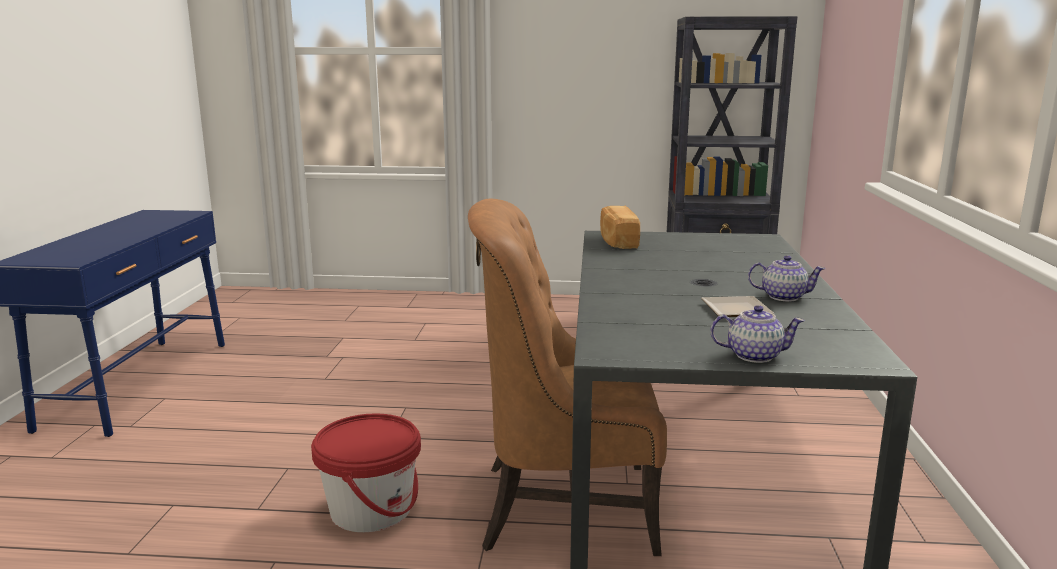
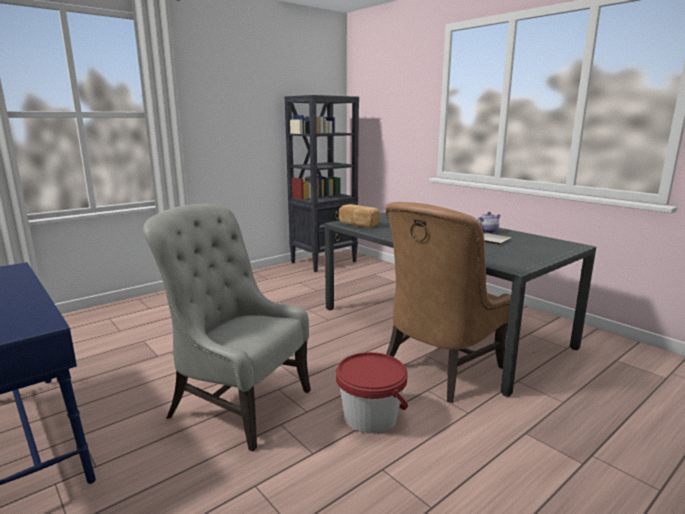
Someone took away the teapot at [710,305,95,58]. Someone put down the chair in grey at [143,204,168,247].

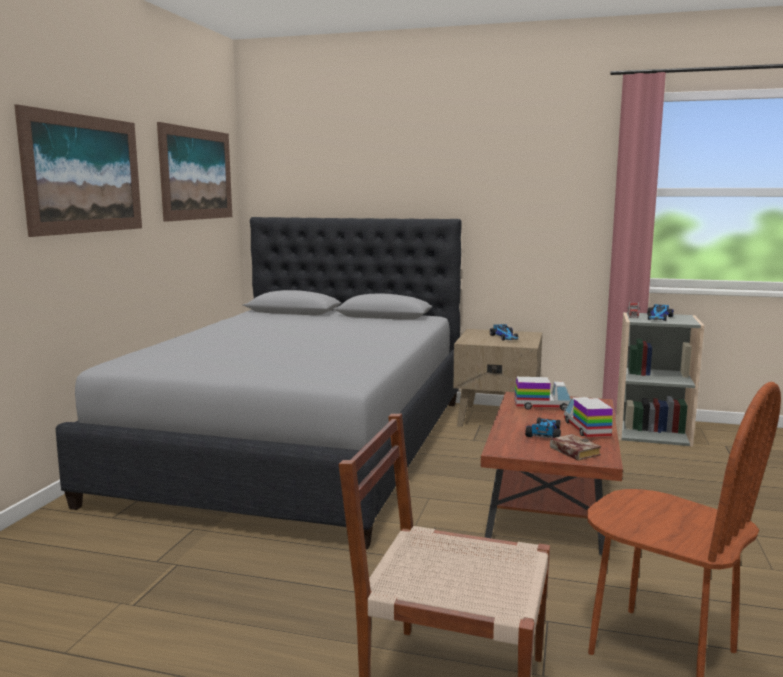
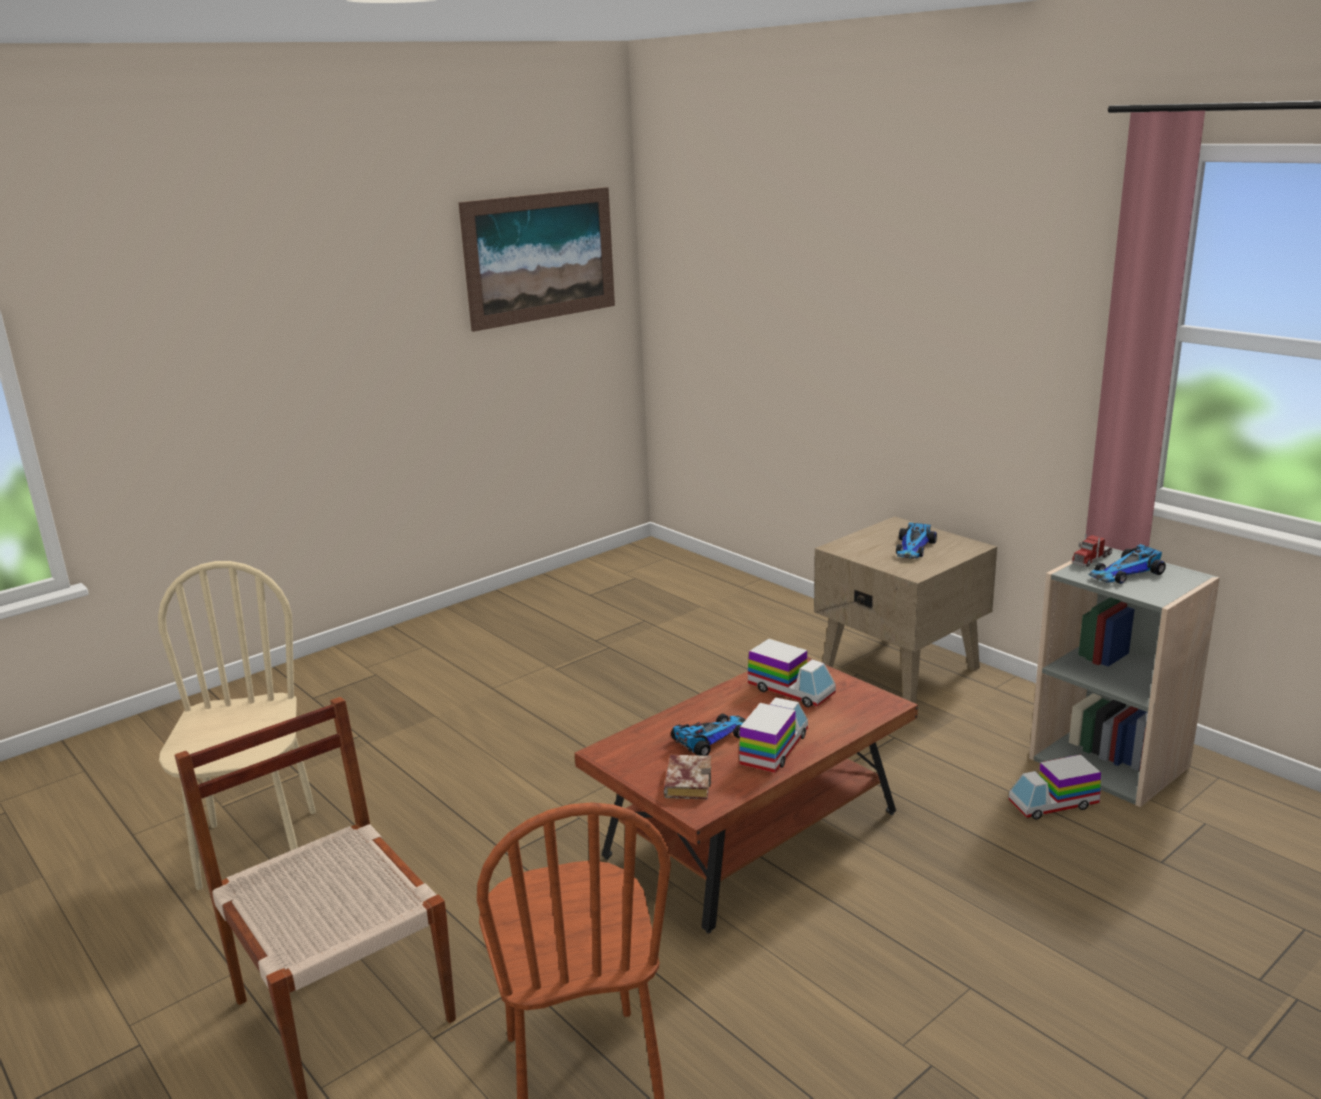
Someone took away the picture at [14,104,128,133]. Someone took away the bed in grey at [55,217,407,332]. Someone put down the chair in beige at [158,561,158,329]. Someone put down the toy truck at [1008,755,93,65].

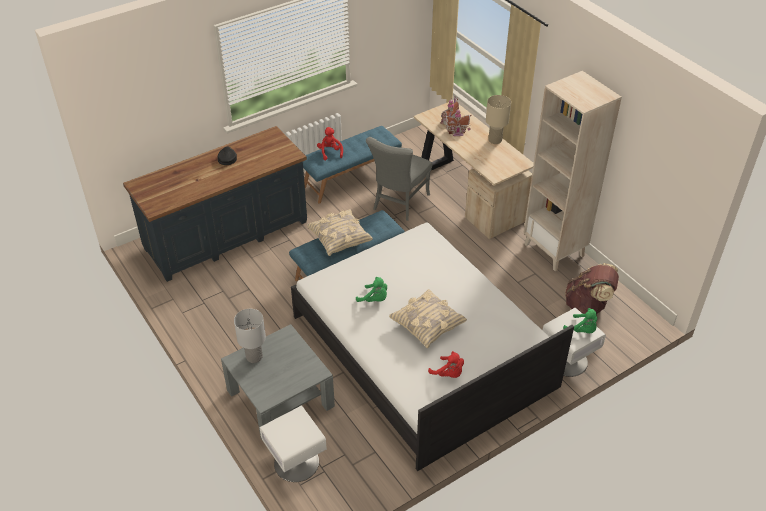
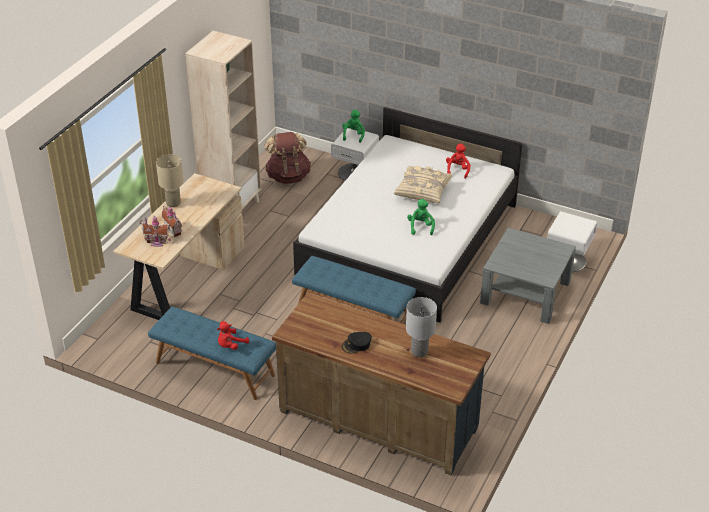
Someone carried the table lamp in grey from [234,309,32,54] to [406,297,31,60]. Someone took away the pillow in beige at [307,209,66,47]. Someone took away the chair in grey at [366,137,66,84].

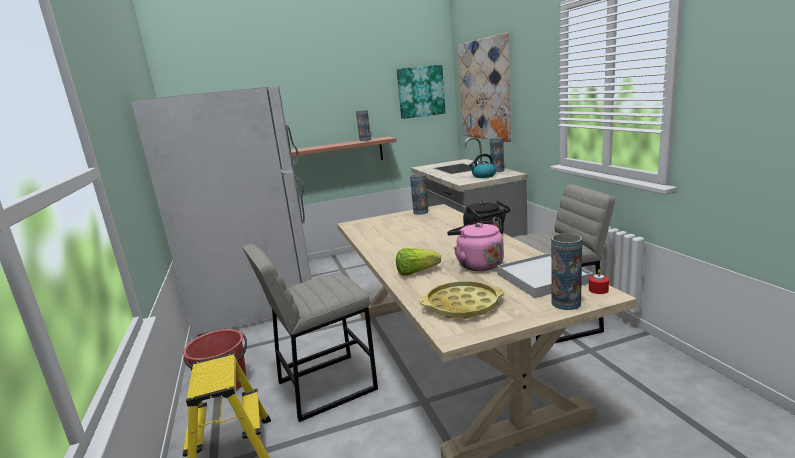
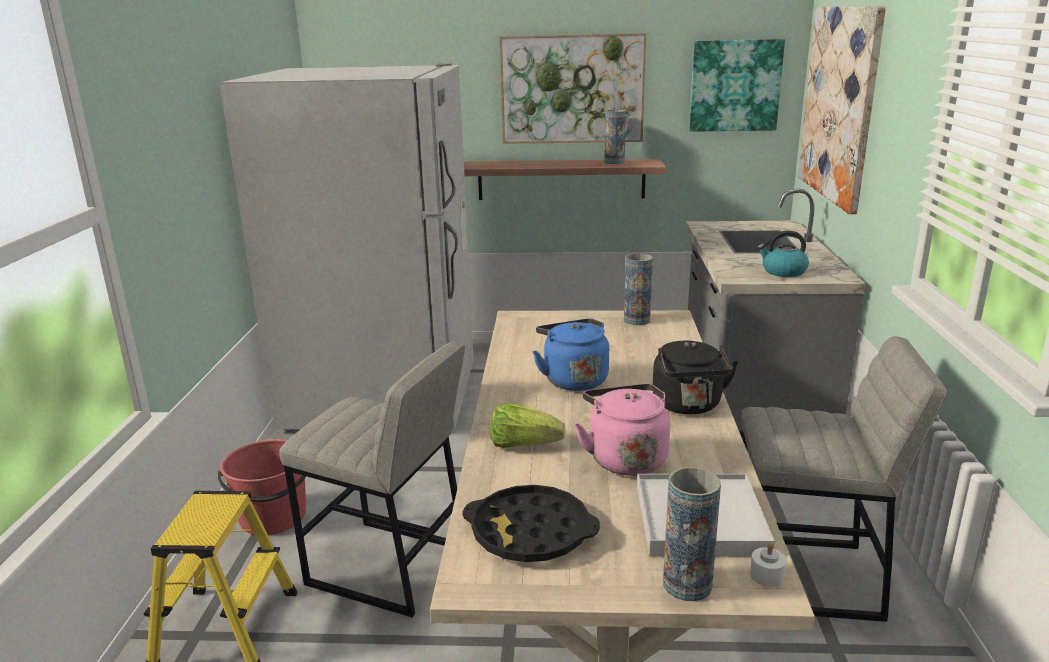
Someone rotated the chair in grey at [242,244,136,178] by 150 degrees counterclockwise. Someone repainted the tray in yellow at [420,281,84,38], which became the tray in black at [463,485,137,77]. Someone took away the vase at [490,137,14,35]. Someone repainted the candle in red at [589,270,20,24], which became the candle in white at [750,543,37,44]. Someone put up the picture at [500,33,146,111]. Someone put down the kettle in blue at [533,318,76,73].

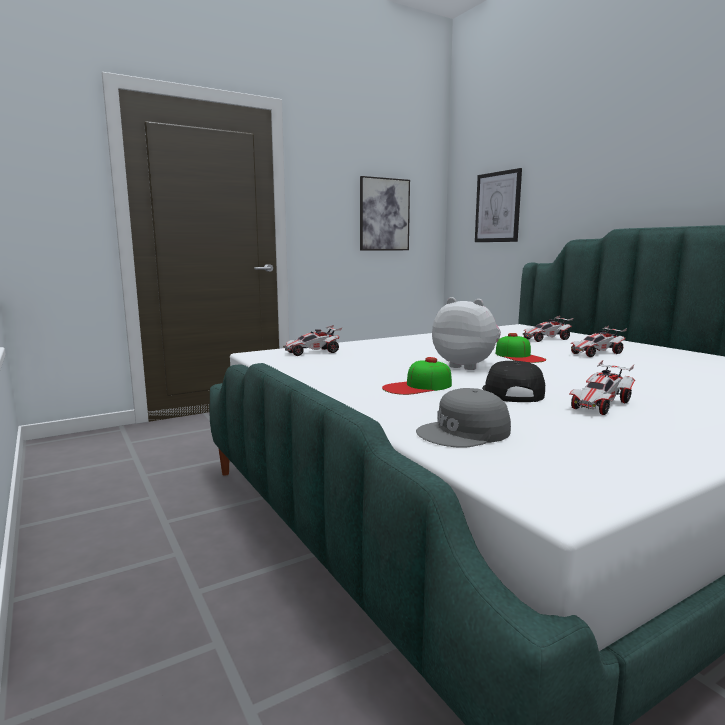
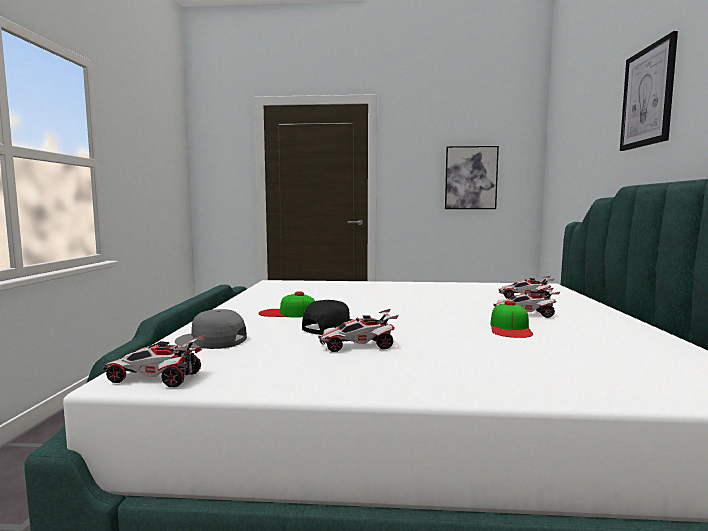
Someone carried the toy car from [283,325,59,31] to [103,335,103,52]. Someone took away the plush toy at [432,297,69,73]. Someone carried the picture from [475,168,47,74] to [620,31,58,120]. Someone carried the cap from [496,333,50,30] to [490,301,43,37].

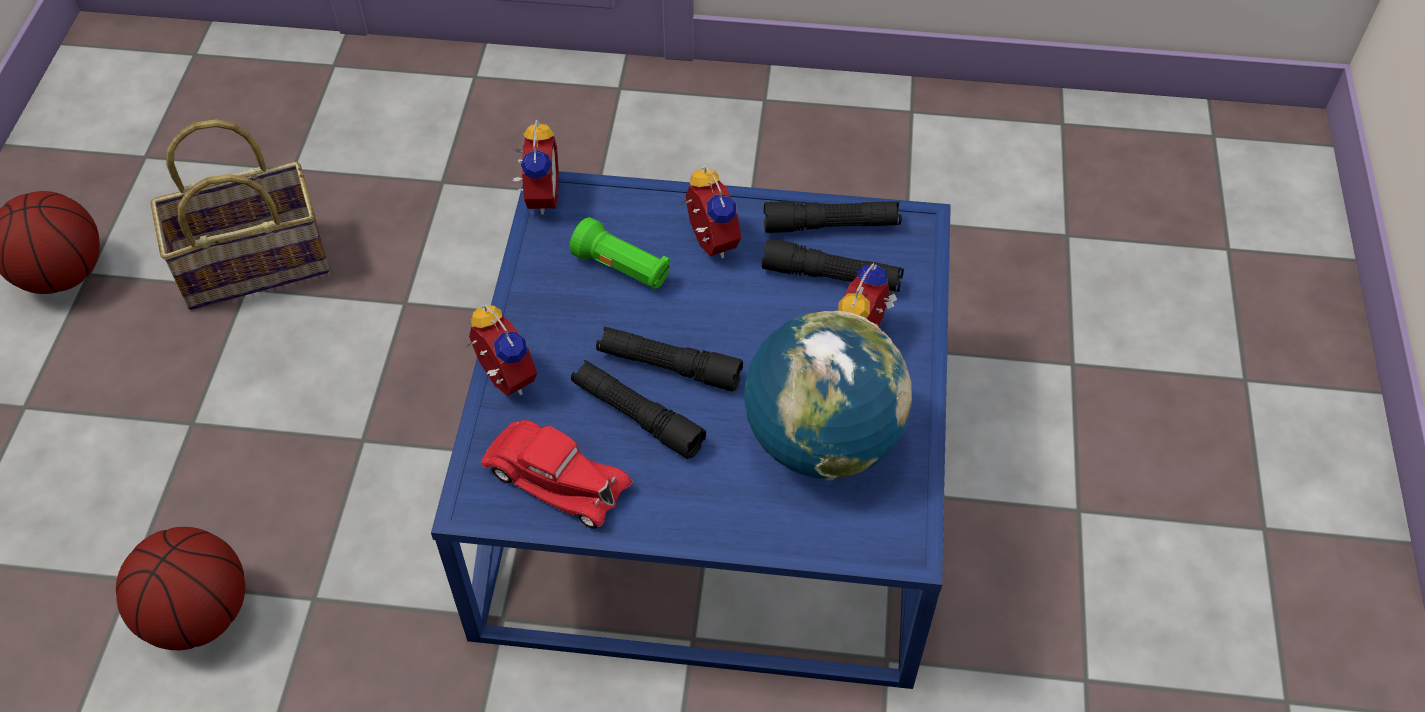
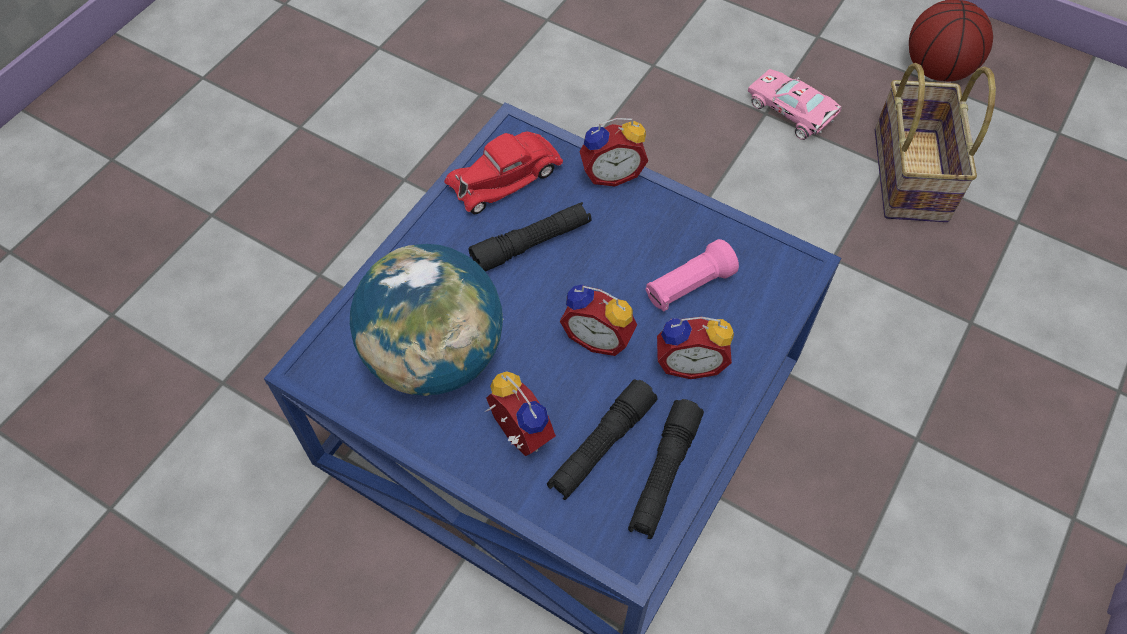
Someone took away the basketball at [116,527,129,123]. Someone carried the alarm clock from [512,120,47,95] to [560,285,77,71]. Someone repainted the flashlight in green at [570,217,99,72], which became the flashlight in pink at [645,239,94,73]. Someone took away the flashlight in black at [596,327,147,65]. Someone put down the toy car in pink at [748,69,94,71].

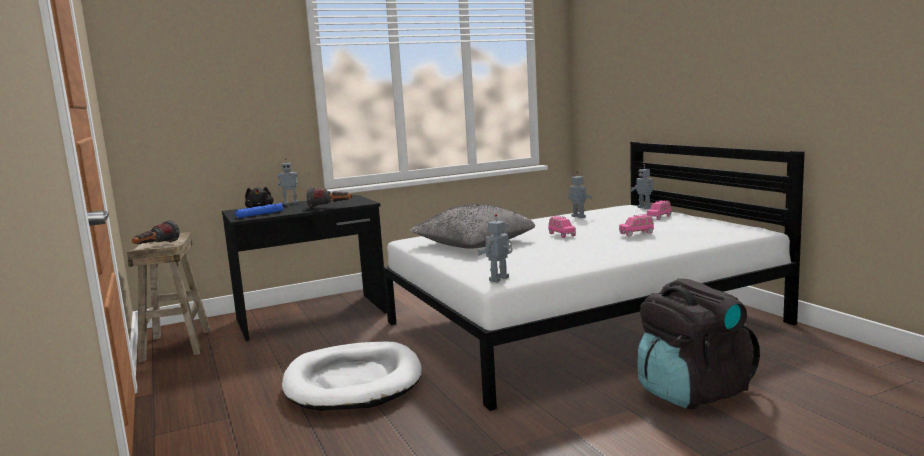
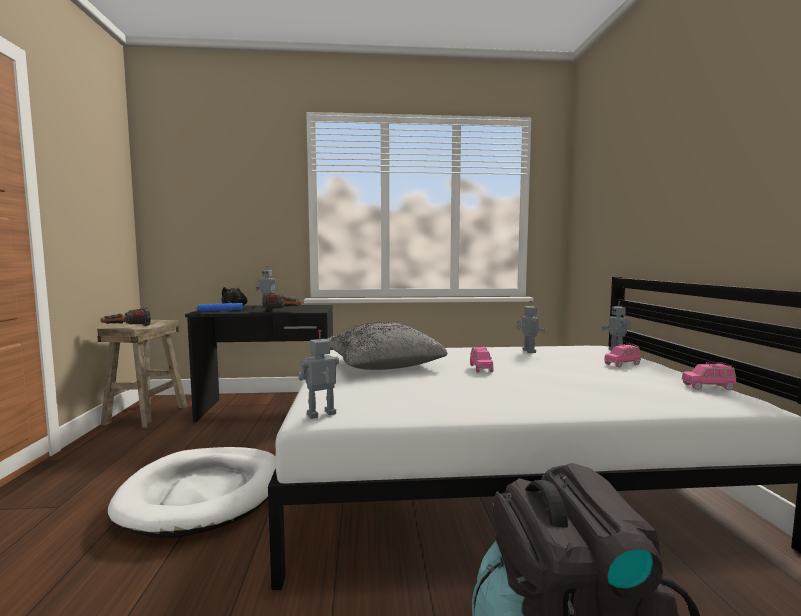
Someone carried the toy car in pink from [619,214,35,22] to [682,363,54,27].

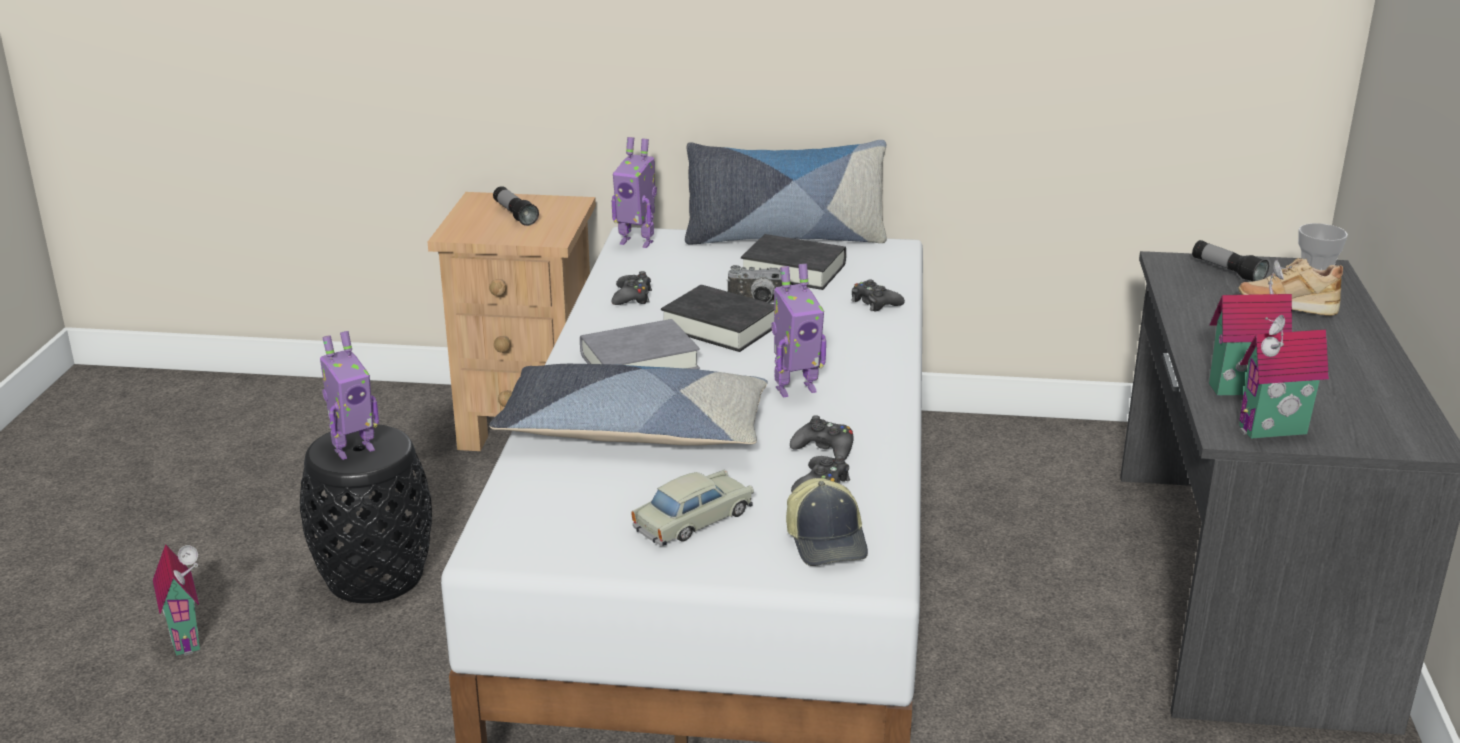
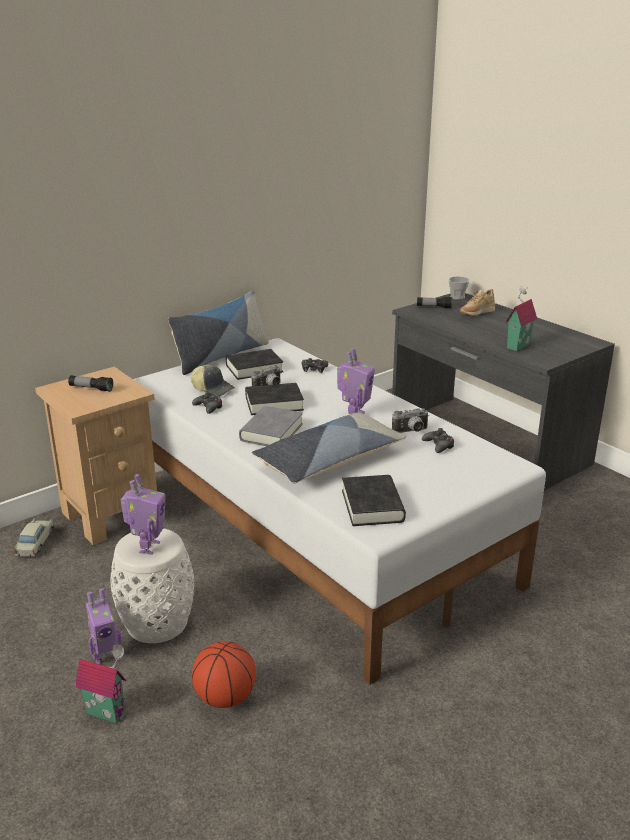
Someone repainted the stool in black at [300,424,132,179], which became the stool in white at [111,528,83,115]. Someone carried the toy robot from [612,137,45,111] to [86,588,36,76]. Someone carried the toy car in beige from [631,470,123,76] to [14,519,40,38]. Someone carried the cap from [786,478,82,88] to [191,365,44,32]. Someone swapped the game controller in black at [790,415,64,46] for the photo camera at [392,408,37,25]. Someone took away the toy house at [1239,315,90,124]. Someone put down the basketball at [192,641,64,67]. Someone put down the book in black at [342,475,64,51].

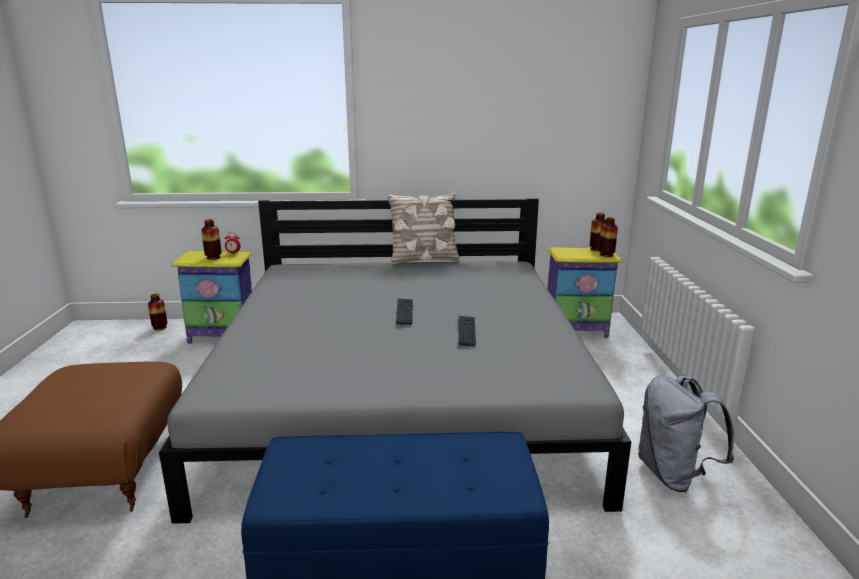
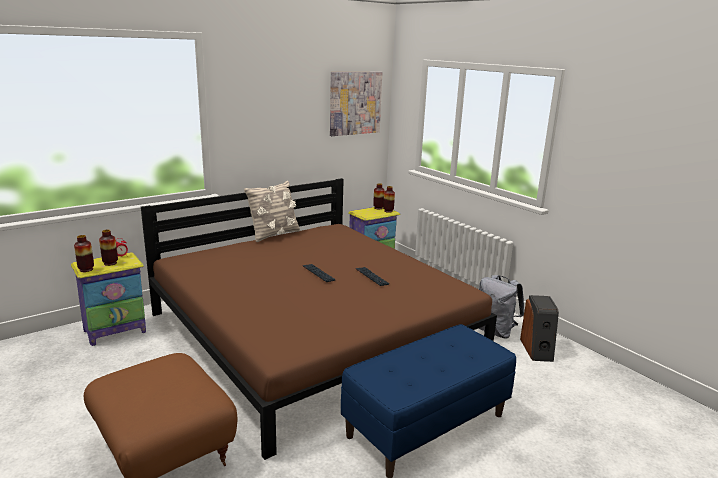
Someone carried the vase from [148,294,19,36] to [74,235,20,37]. Someone repainted the bed in grey at [159,198,472,326], which became the bed in brown at [141,178,356,282]. Someone put up the picture at [330,72,53,64]. Someone put down the speaker at [520,295,39,67].

